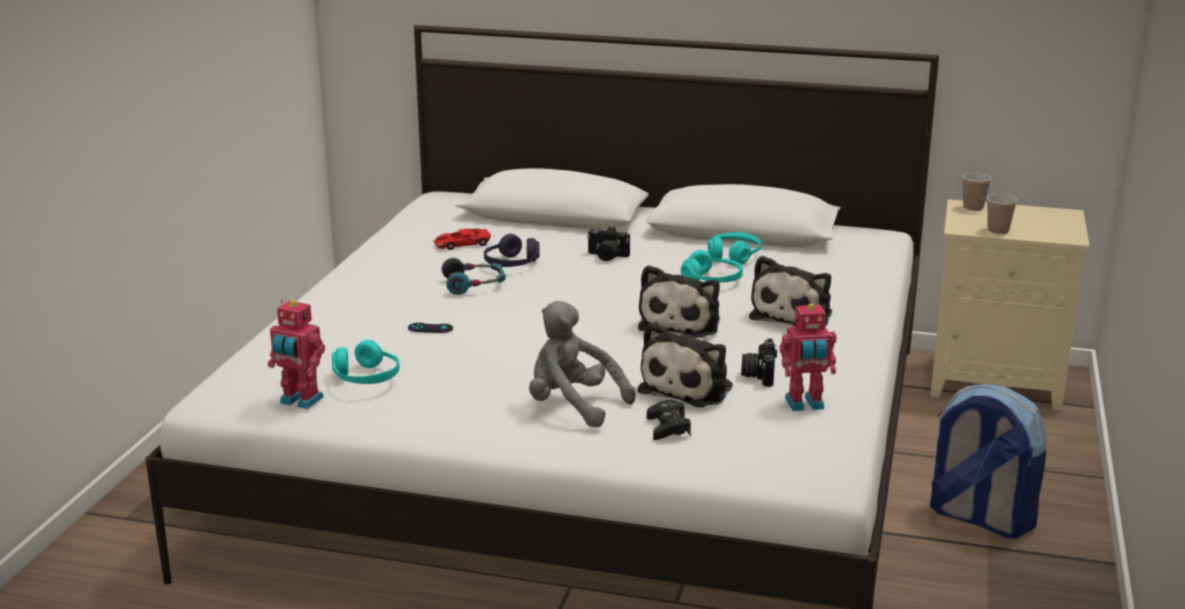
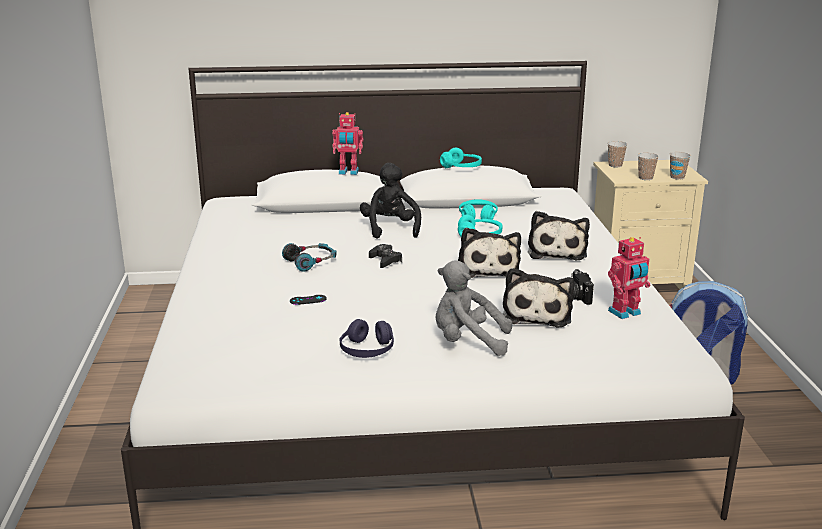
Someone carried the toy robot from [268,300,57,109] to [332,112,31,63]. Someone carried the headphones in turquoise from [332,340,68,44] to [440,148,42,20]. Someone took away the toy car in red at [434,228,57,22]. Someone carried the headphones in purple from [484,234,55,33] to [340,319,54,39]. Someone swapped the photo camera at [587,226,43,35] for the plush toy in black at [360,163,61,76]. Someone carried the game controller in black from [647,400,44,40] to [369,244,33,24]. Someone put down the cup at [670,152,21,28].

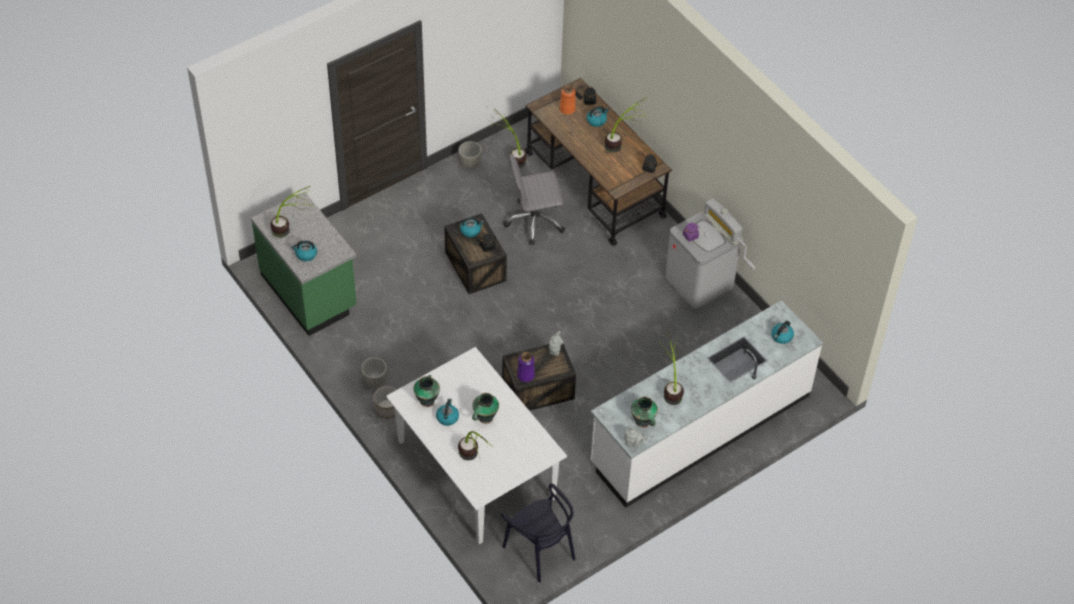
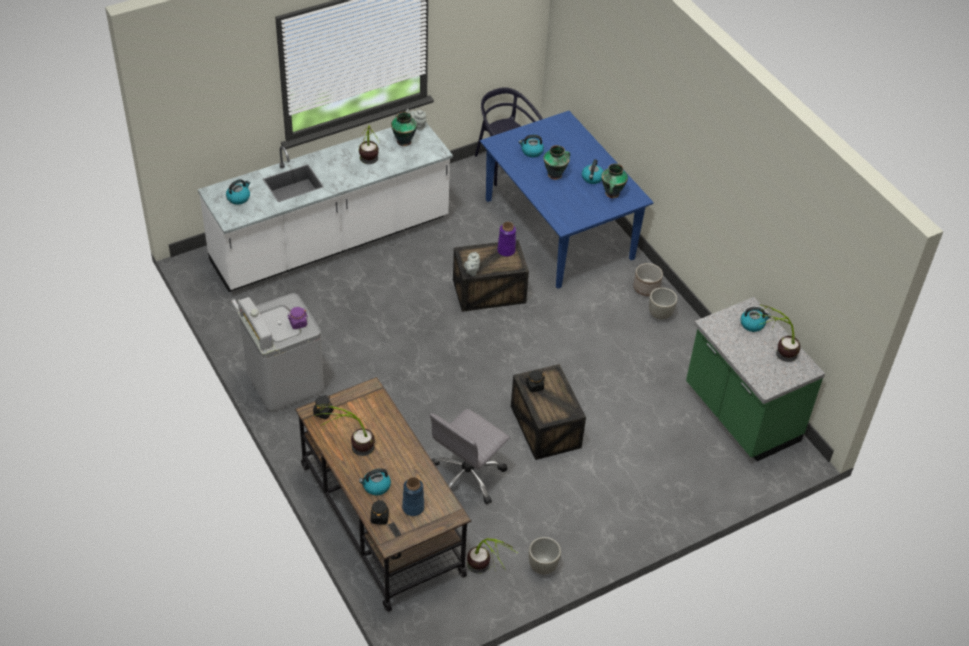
Someone repainted the dining table in white at [386,347,181,197], which became the dining table in blue at [480,111,174,178]. Someone took away the potted plant at [458,431,36,29]. Someone carried the kettle from [460,217,24,20] to [519,134,25,23]. Someone rotated the office chair in grey at [503,154,62,91] by 135 degrees clockwise. Someone repainted the vase in orange at [560,85,16,30], which became the vase in blue at [402,477,22,39].

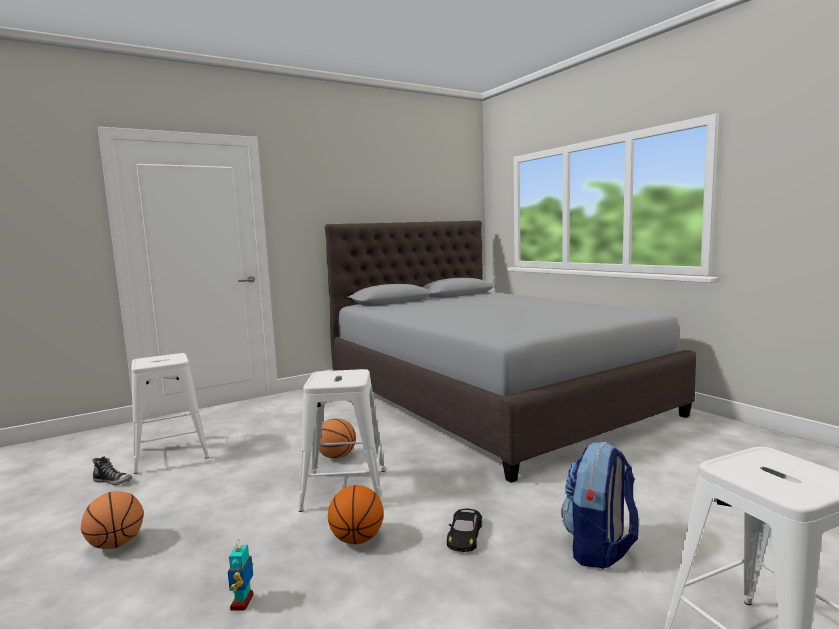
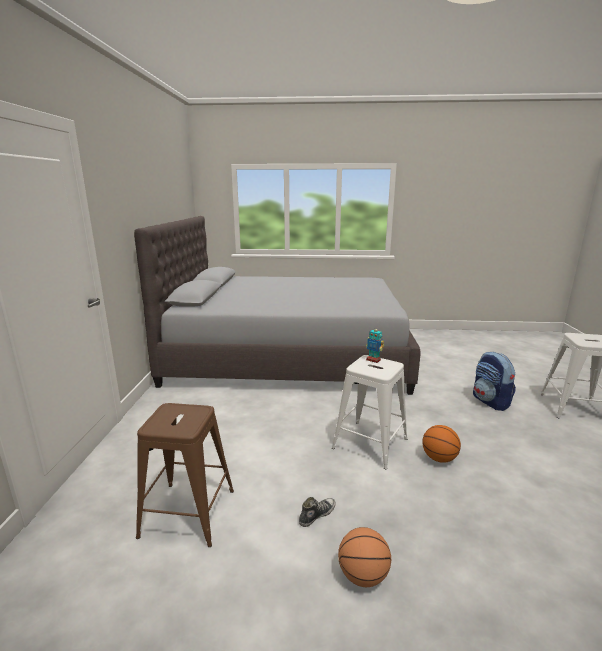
Someone carried the shoe from [93,456,39,29] to [299,497,37,30]. Someone repainted the stool in white at [131,353,78,121], which became the stool in brown at [136,403,98,144]. Someone carried the toy robot from [228,539,25,71] to [366,326,18,37]. Someone took away the basketball at [319,418,37,41]. Someone took away the toy car in black at [447,509,35,43].

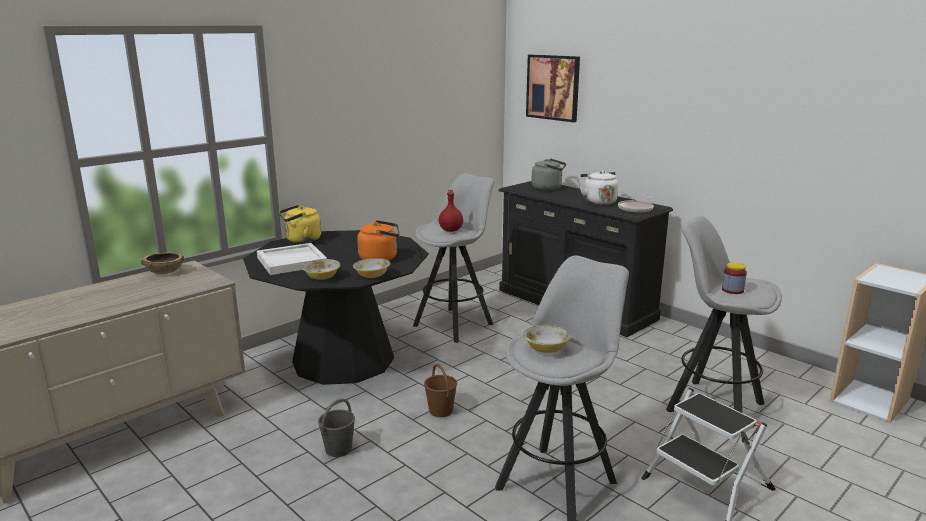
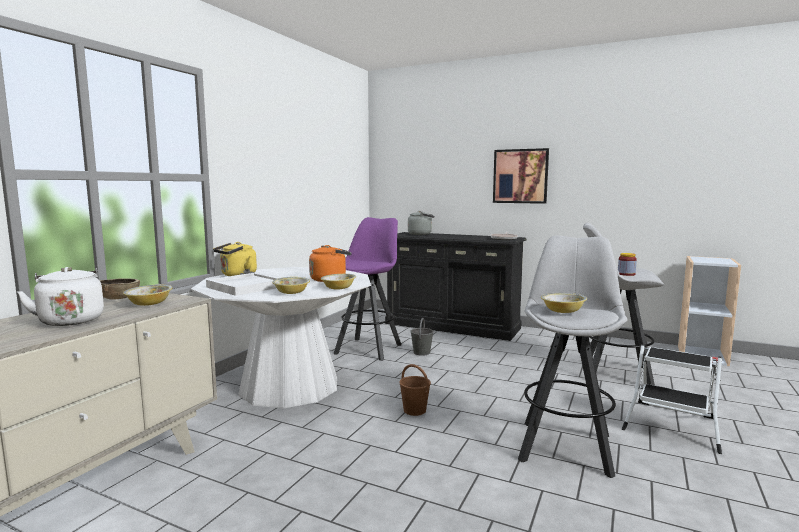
Someone repainted the dining table in black at [243,230,186,155], which became the dining table in white at [191,267,180,141]. Someone carried the bucket in grey from [318,398,37,59] to [410,318,24,38]. Someone repainted the stool in grey at [413,173,82,170], which became the stool in purple at [334,217,67,144]. Someone took away the bottle in red at [439,189,24,43]. Someone carried the picture from [526,55,54,67] to [493,148,56,56]. Someone carried the kettle in white from [580,171,38,34] to [17,267,87,59]. Someone put down the bowl at [123,285,49,21].

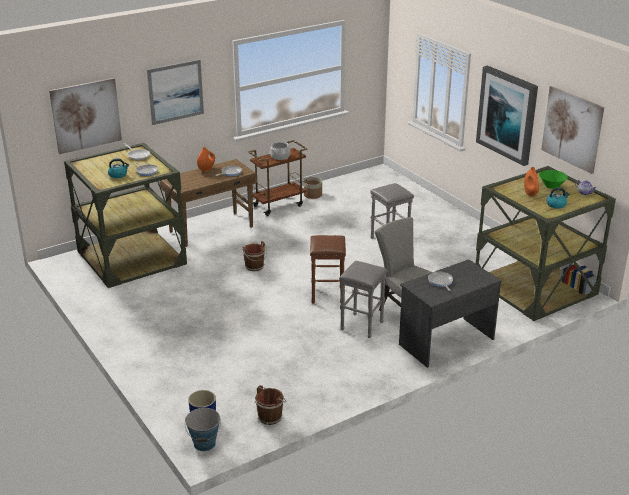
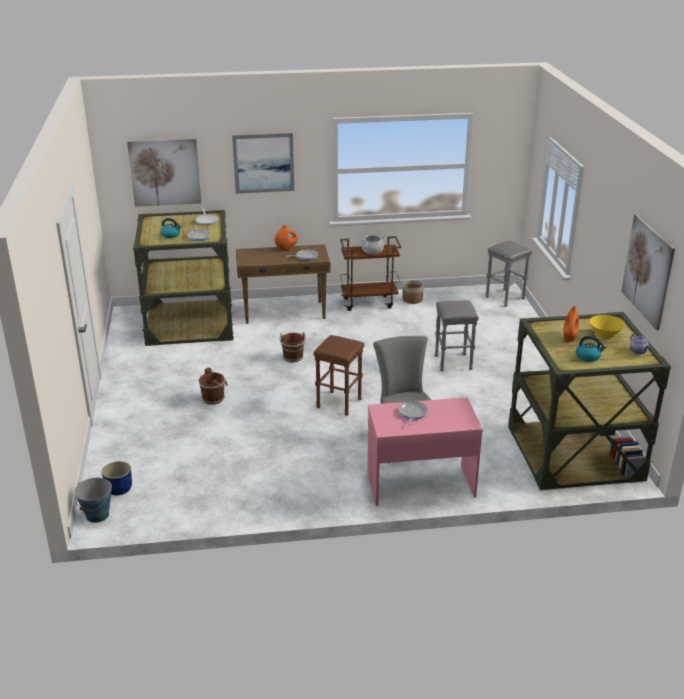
Someone carried the bucket in brown from [255,385,31,40] to [198,368,30,37]. Someone carried the stool in grey from [339,261,49,77] to [486,241,46,66]. Someone repainted the desk in grey at [399,259,102,109], which became the desk in pink at [367,397,116,109]. Someone took away the picture at [476,66,62,100]. Someone repainted the bowl in green at [539,170,29,19], which became the bowl in yellow at [589,315,36,24].

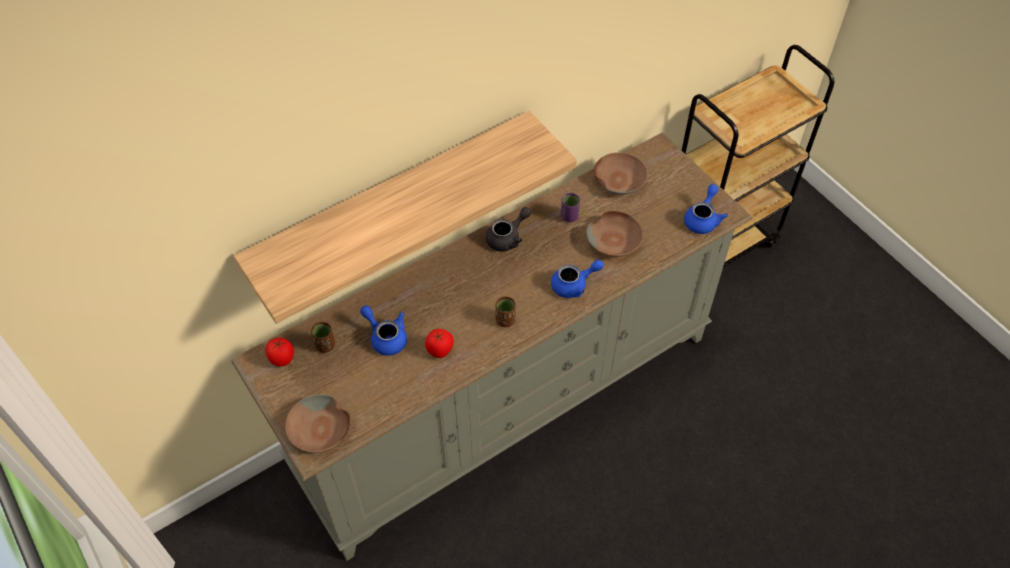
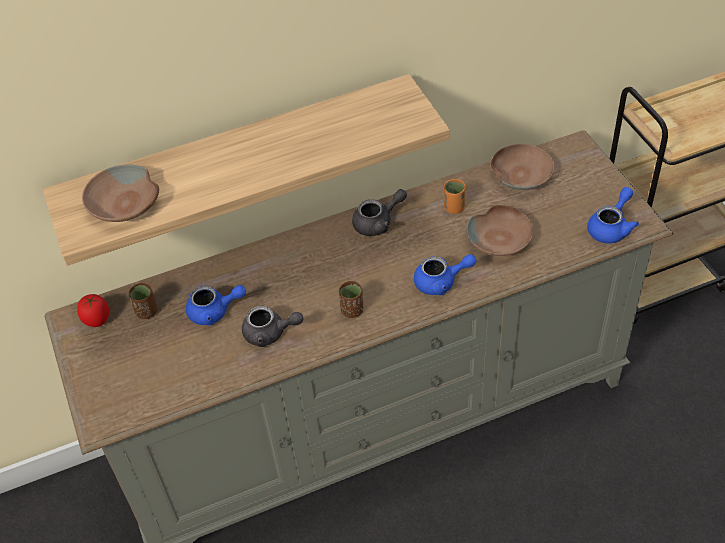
Someone carried the bowl in brown from [285,394,65,59] to [82,165,77,57]. Someone rotated the teapot in blue at [360,305,47,51] by 120 degrees clockwise. Someone swapped the tomato at [425,329,29,29] for the teapot in grey at [242,306,61,41]. Someone repainted the cup in purple at [561,193,19,29], which became the cup in orange at [444,179,22,35].

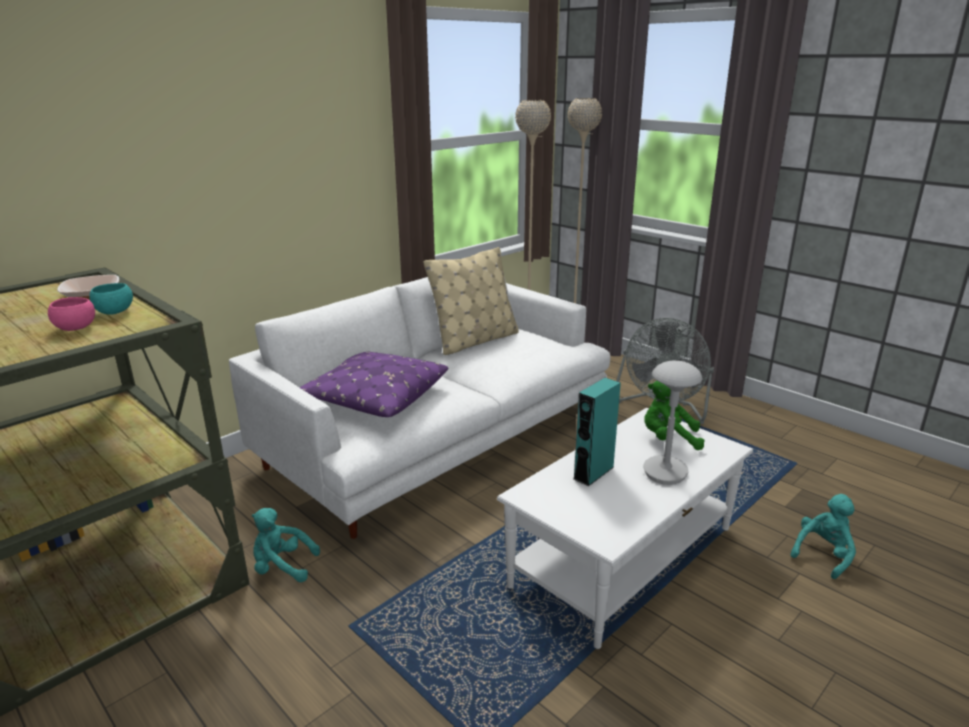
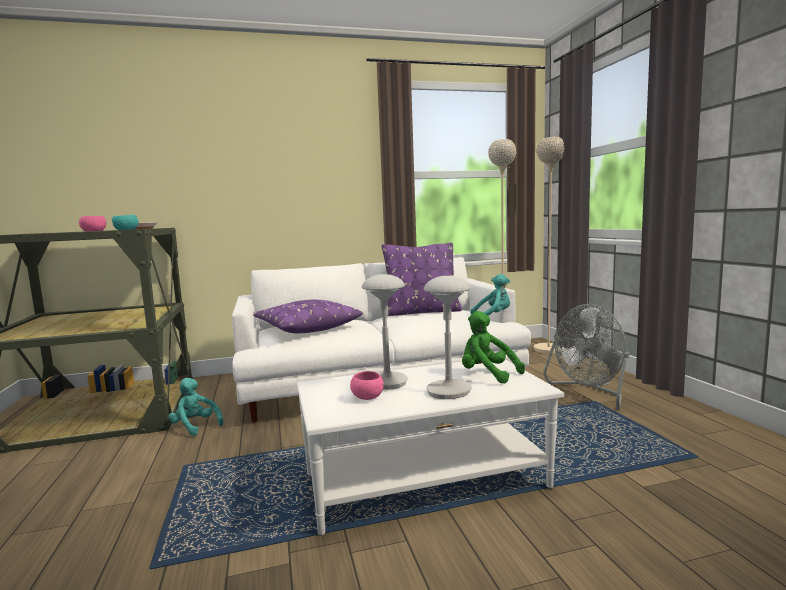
Someone repainted the pillow in beige at [423,247,96,108], which became the pillow in purple at [382,243,80,73]. Someone swapped the speaker in turquoise at [573,378,48,108] for the table lamp in grey at [362,274,46,116]. Someone carried the plush toy in turquoise from [790,494,66,85] to [471,274,39,42]. Someone put down the bowl in pink at [350,371,34,29].

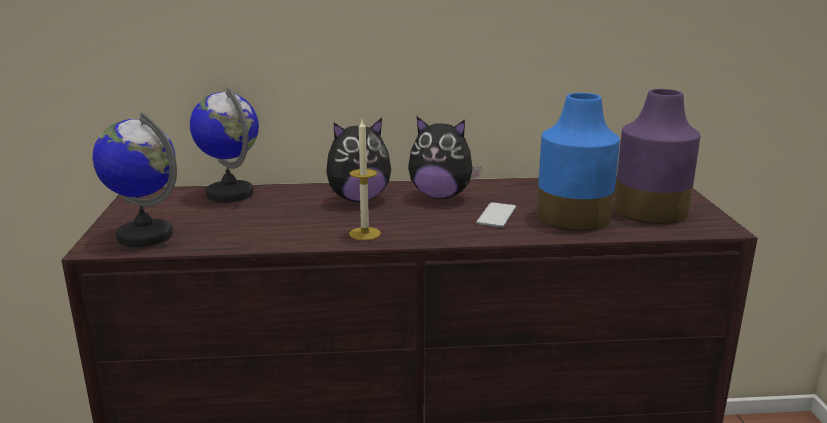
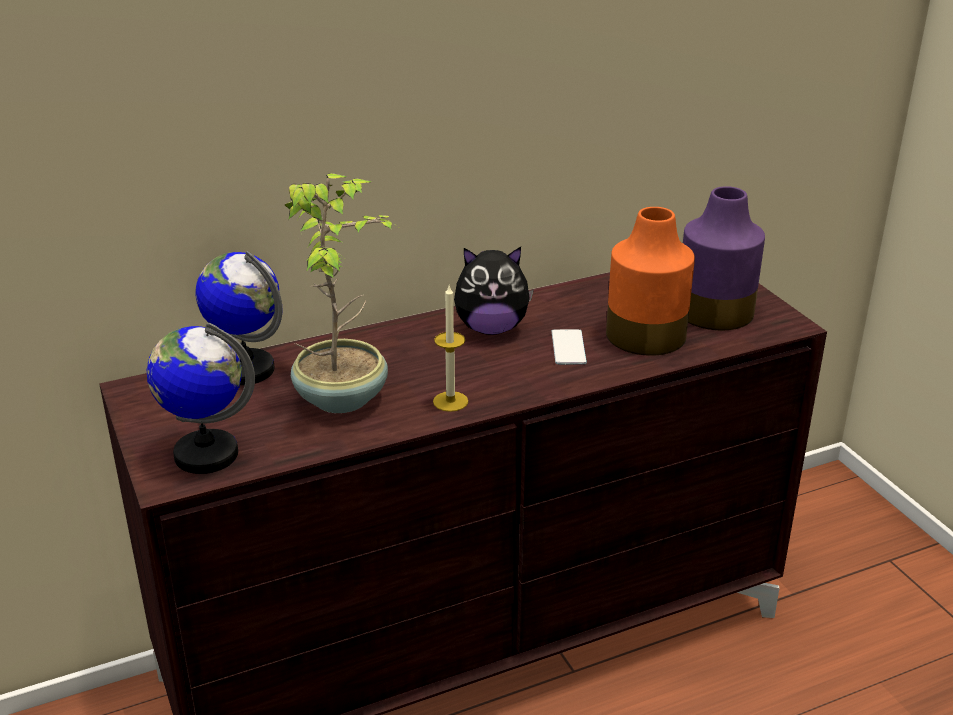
Someone took away the plush toy at [326,118,65,84]. Someone repainted the vase in blue at [536,93,84,138], which became the vase in orange at [606,207,89,149]. Someone put down the potted plant at [285,173,113,240].

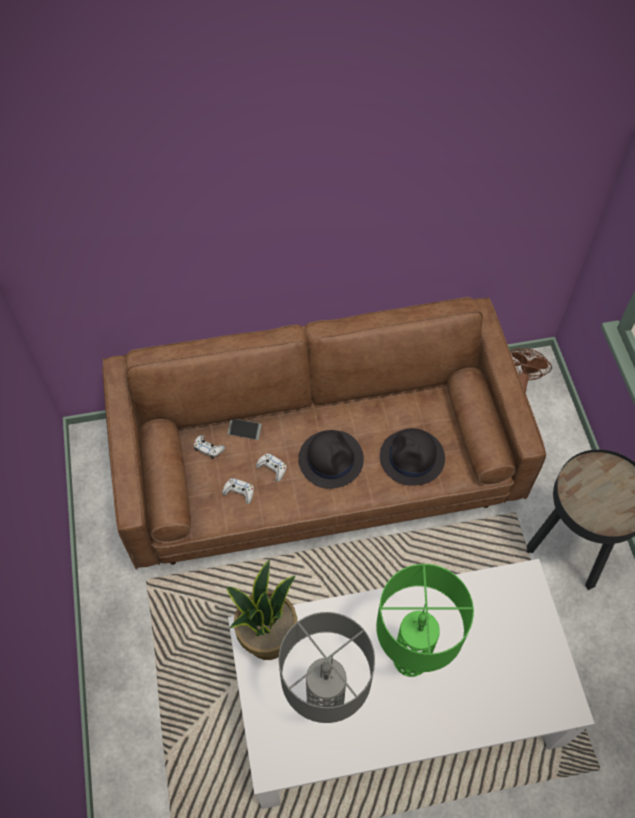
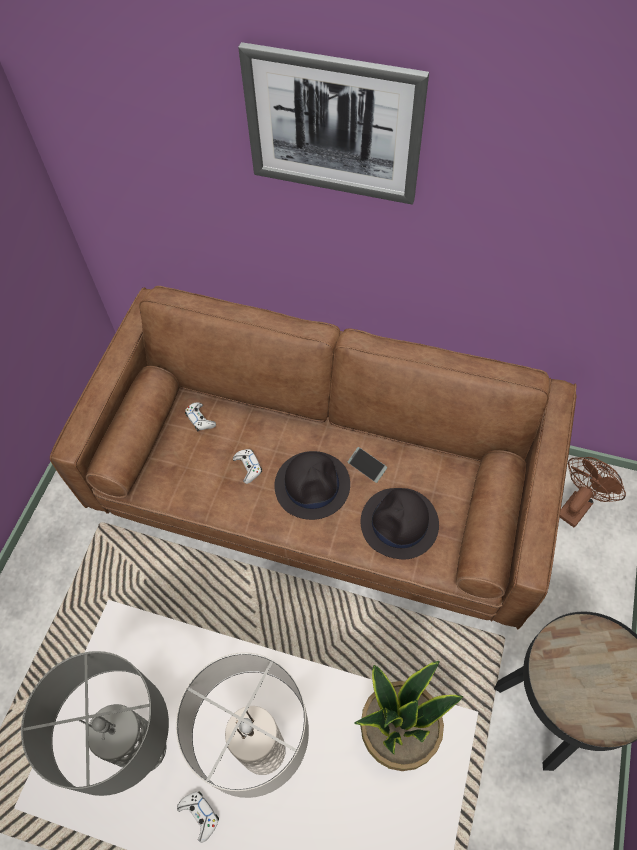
Someone carried the game controller in white from [222,478,32,26] to [177,792,42,51]. Someone carried the potted plant from [227,560,70,100] to [354,661,110,110]. Someone carried the phone from [228,419,34,21] to [348,447,39,36]. Someone repainted the table lamp in green at [376,564,98,113], which became the table lamp in white at [176,652,133,146]. Someone put up the picture at [238,42,191,163].

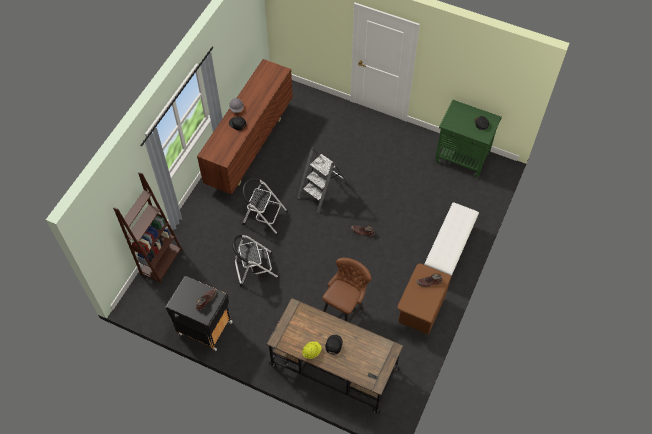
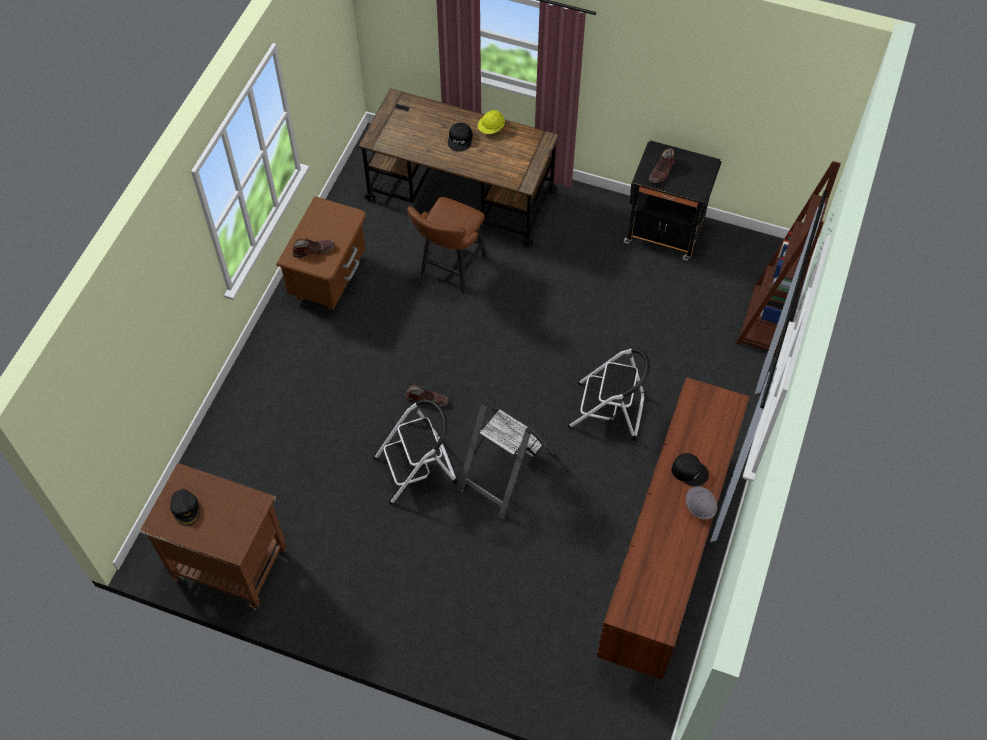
Someone carried the step ladder from [232,235,47,52] to [374,400,84,105]. Someone took away the bench in white at [424,202,55,74]. Someone repainted the cart in green at [435,100,67,78], which became the cart in brown at [140,463,146,148].

